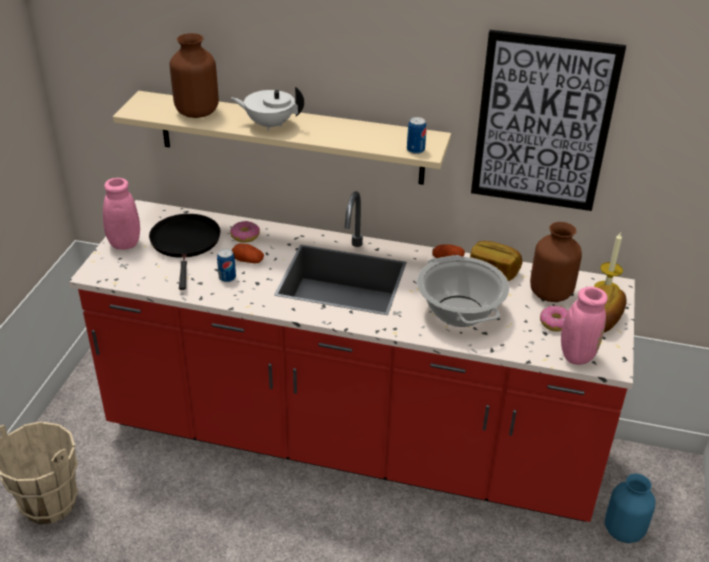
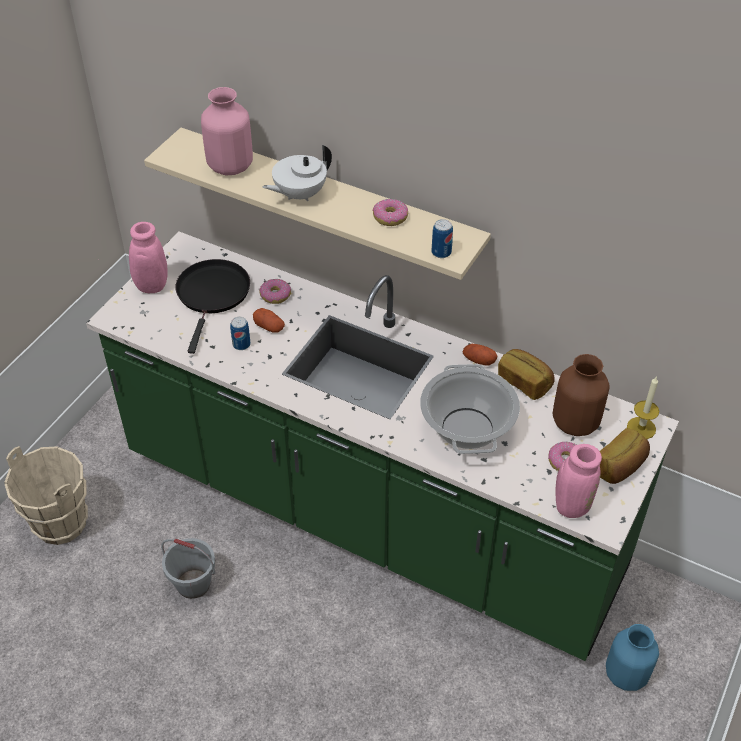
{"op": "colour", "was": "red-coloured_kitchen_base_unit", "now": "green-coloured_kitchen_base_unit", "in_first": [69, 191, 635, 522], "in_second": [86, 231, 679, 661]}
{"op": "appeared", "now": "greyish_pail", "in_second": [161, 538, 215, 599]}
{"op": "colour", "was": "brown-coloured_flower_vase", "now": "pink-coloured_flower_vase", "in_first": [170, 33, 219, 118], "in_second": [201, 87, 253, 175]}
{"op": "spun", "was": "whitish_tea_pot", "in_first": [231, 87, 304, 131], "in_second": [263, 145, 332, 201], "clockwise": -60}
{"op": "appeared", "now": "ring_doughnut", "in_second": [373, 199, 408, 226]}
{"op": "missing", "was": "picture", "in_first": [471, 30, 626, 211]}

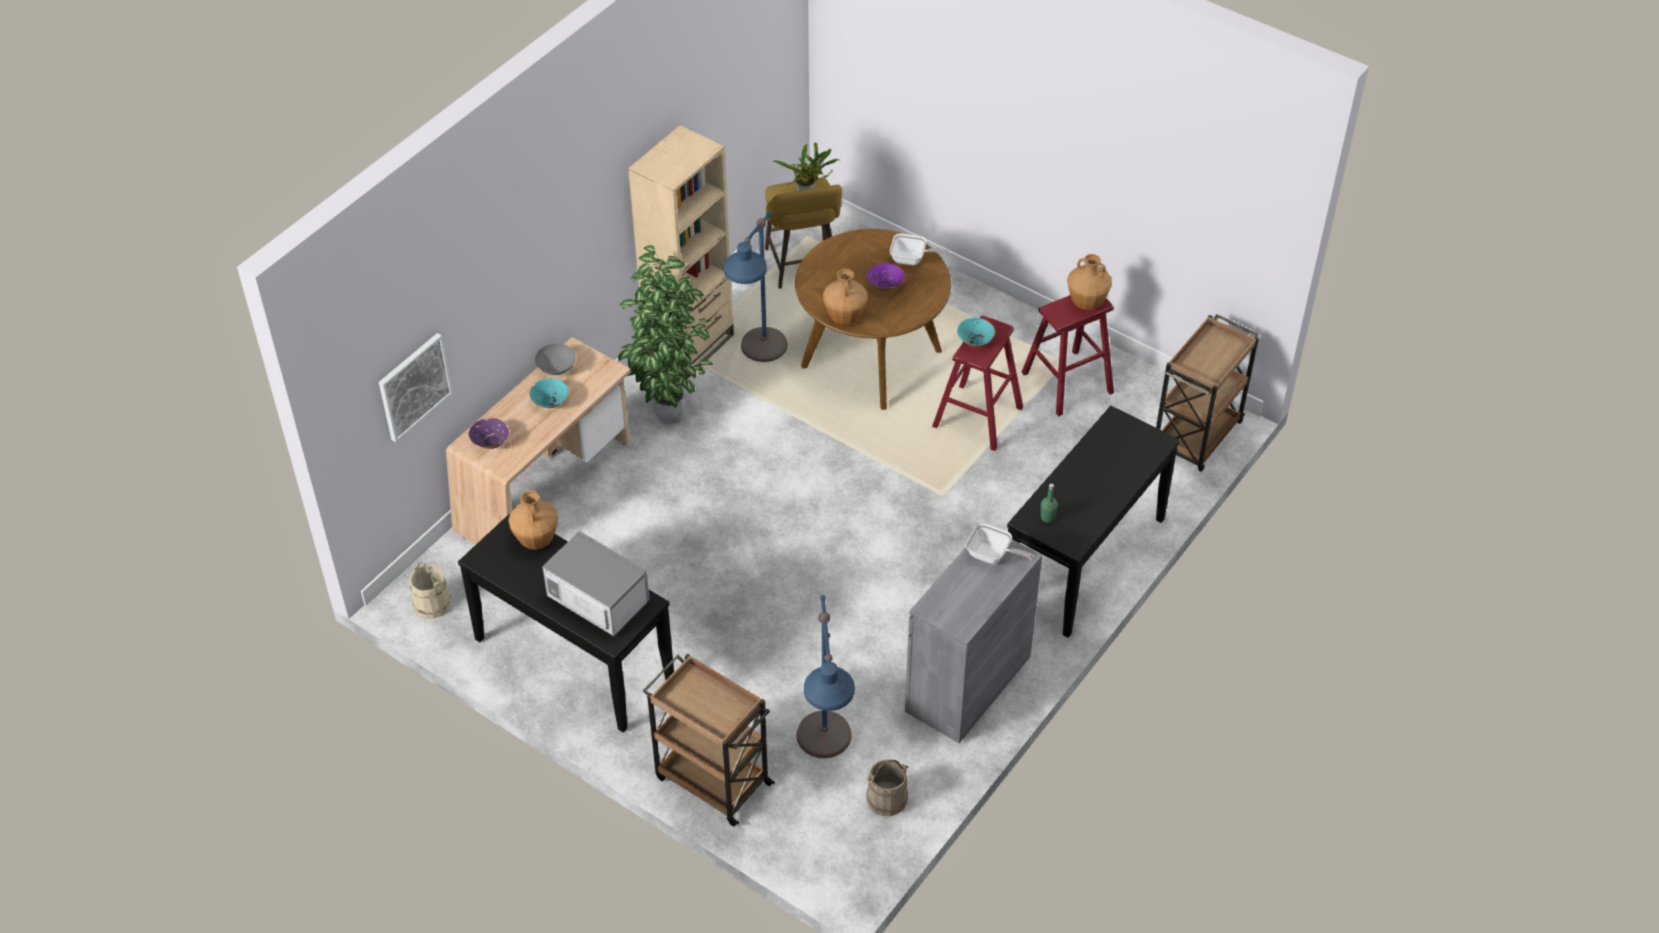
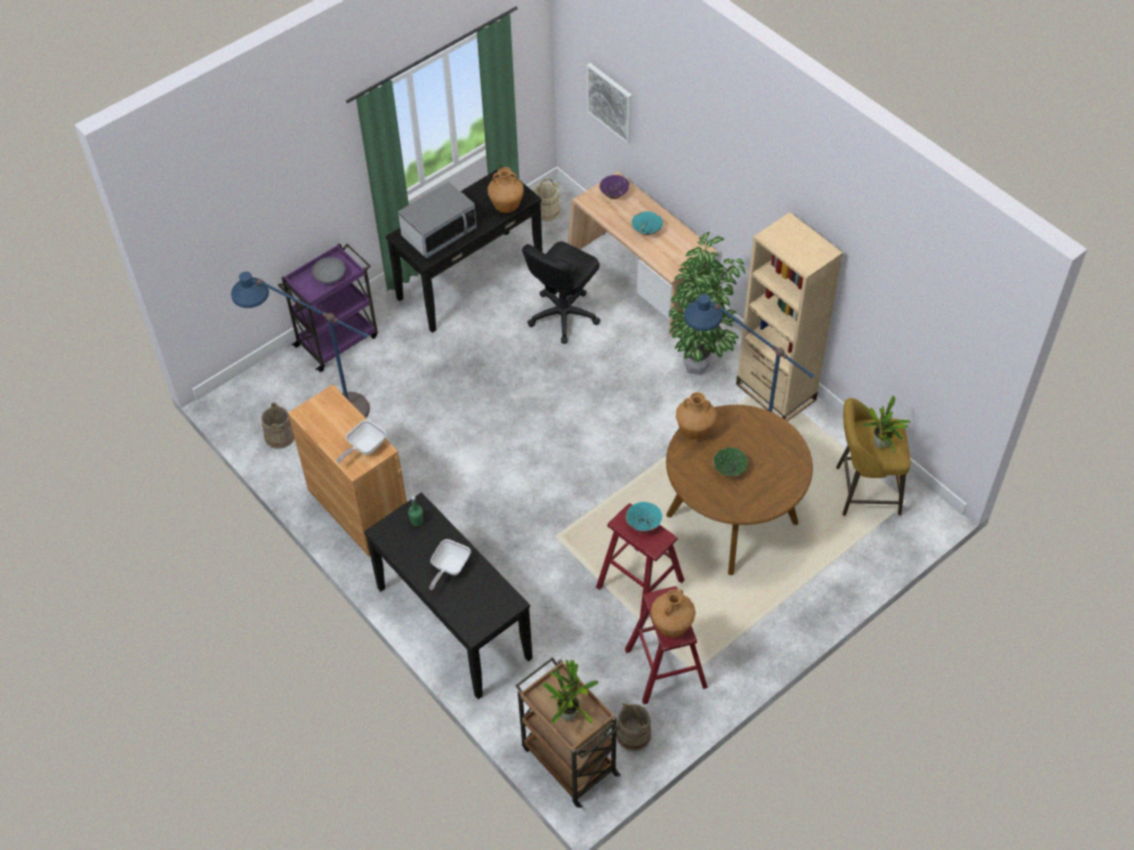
{"op": "colour", "was": "brown-coloured_trolley", "now": "purple-coloured_trolley", "in_first": [643, 653, 775, 826], "in_second": [278, 243, 378, 372]}
{"op": "colour", "was": "greyish_cabinet", "now": "brown-coloured_cabinet", "in_first": [905, 539, 1042, 743], "in_second": [288, 385, 407, 557]}
{"op": "relocated", "was": "greyish_bowl", "in_first": [535, 344, 576, 375], "in_second": [312, 257, 345, 284]}
{"op": "relocated", "was": "frying_pan", "in_first": [890, 233, 950, 265], "in_second": [429, 539, 471, 590]}
{"op": "appeared", "now": "blackish_computer_chair", "in_second": [522, 242, 600, 344]}
{"op": "appeared", "now": "plant_in_a_pot", "in_second": [543, 660, 598, 724]}
{"op": "appeared", "now": "sand-coloured_pail", "in_second": [616, 703, 652, 751]}
{"op": "colour", "was": "purple-coloured_bowl", "now": "green-coloured_bowl", "in_first": [867, 263, 905, 291], "in_second": [713, 447, 748, 476]}

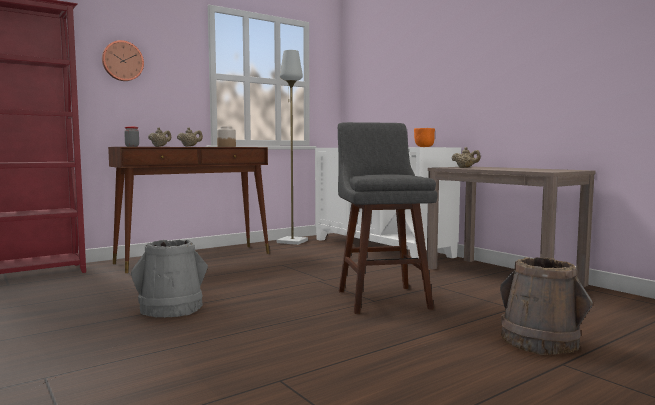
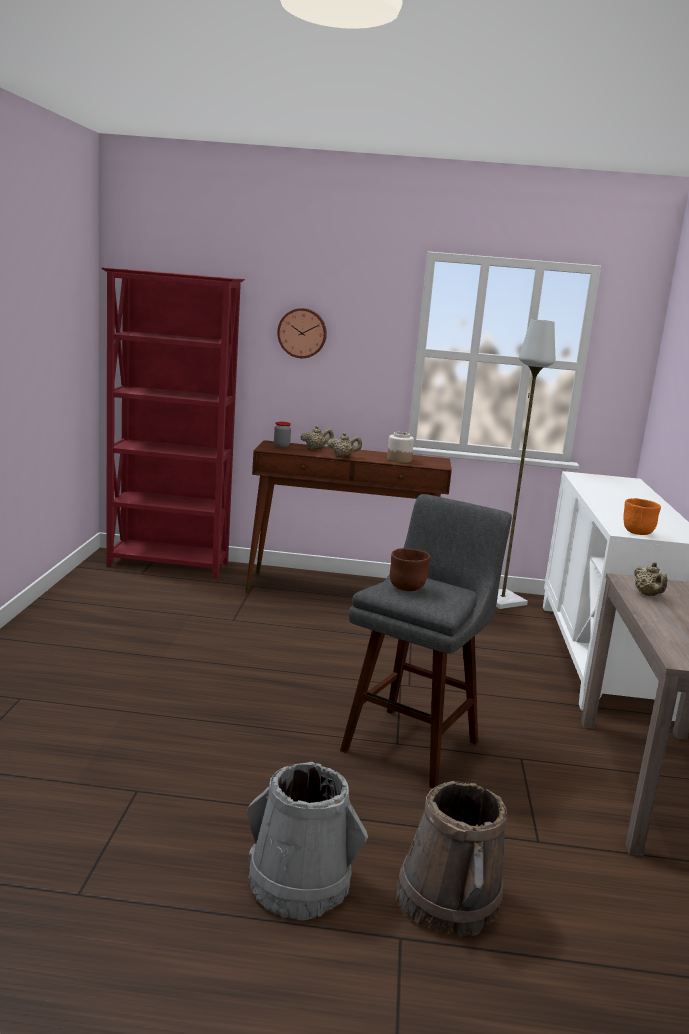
{"op": "relocated", "was": "greyish_pail", "in_first": [131, 240, 208, 318], "in_second": [247, 762, 368, 920]}
{"op": "appeared", "now": "brown-coloured_bowl", "in_second": [390, 548, 430, 591]}

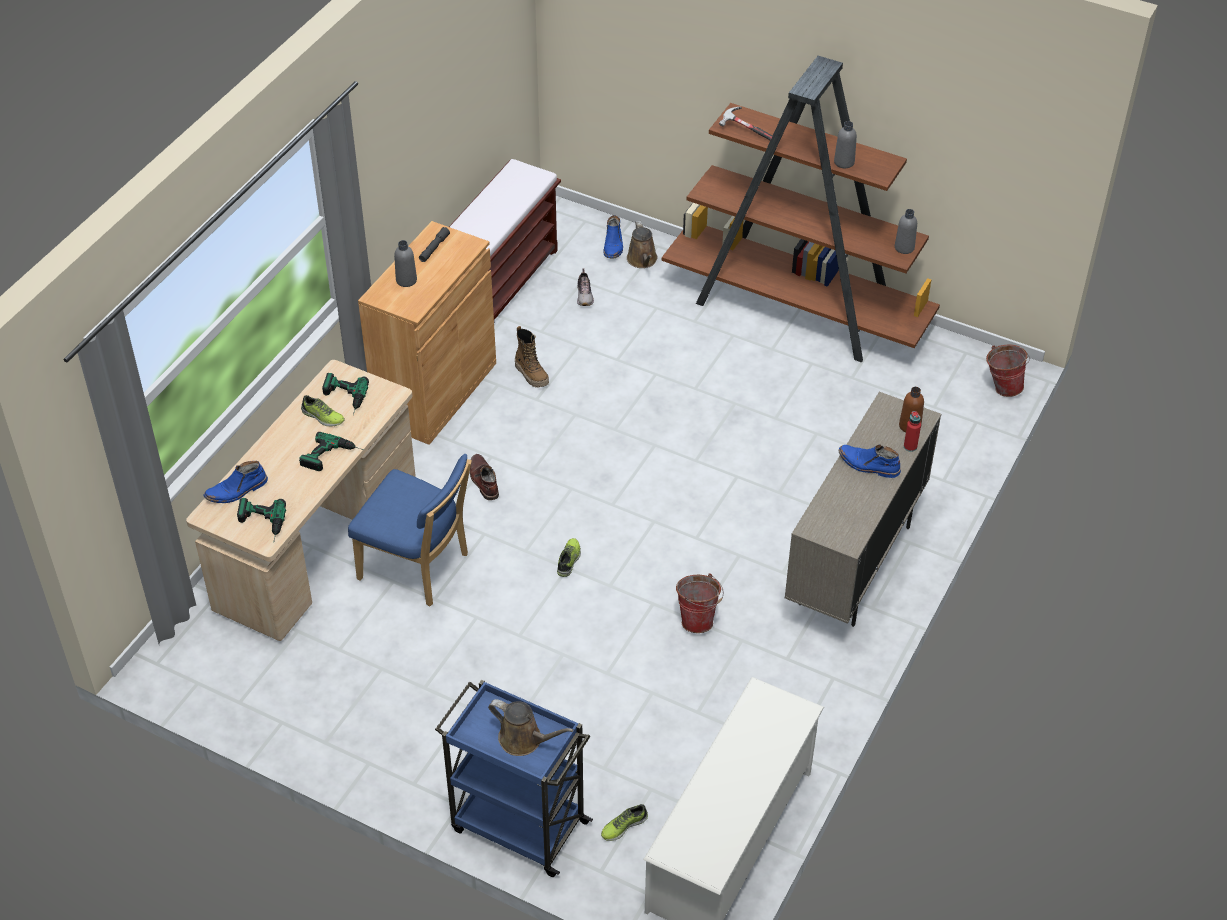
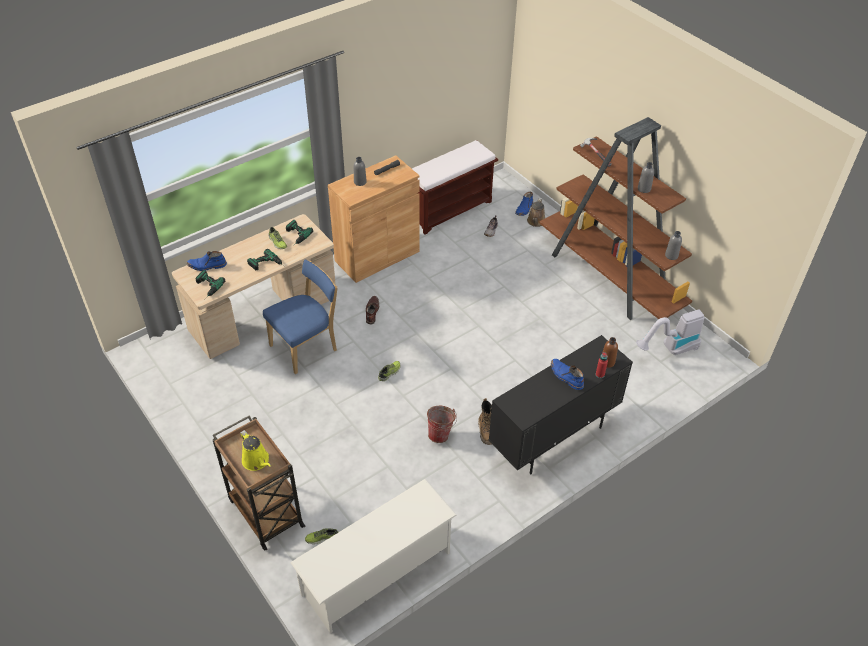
{"op": "colour", "was": "bluish_trolley", "now": "brown-coloured_trolley", "in_first": [435, 679, 593, 877], "in_second": [212, 415, 305, 551]}
{"op": "colour", "was": "brown-coloured_watering_pot", "now": "yellowish_watering_pot", "in_first": [488, 699, 574, 756], "in_second": [240, 430, 271, 471]}
{"op": "spun", "was": "bluish_upright_chair", "in_first": [348, 454, 472, 607], "in_second": [263, 260, 338, 374], "clockwise": -90}
{"op": "relocated", "was": "high-top_boot", "in_first": [515, 326, 549, 387], "in_second": [478, 398, 492, 445]}
{"op": "colour", "was": "sand-coloured_cabinet", "now": "blackish_cabinet", "in_first": [785, 392, 941, 627], "in_second": [489, 335, 633, 475]}
{"op": "appeared", "now": "vacuum_cleaner", "in_second": [636, 309, 704, 355]}
{"op": "missing", "was": "pail", "in_first": [986, 344, 1030, 397]}

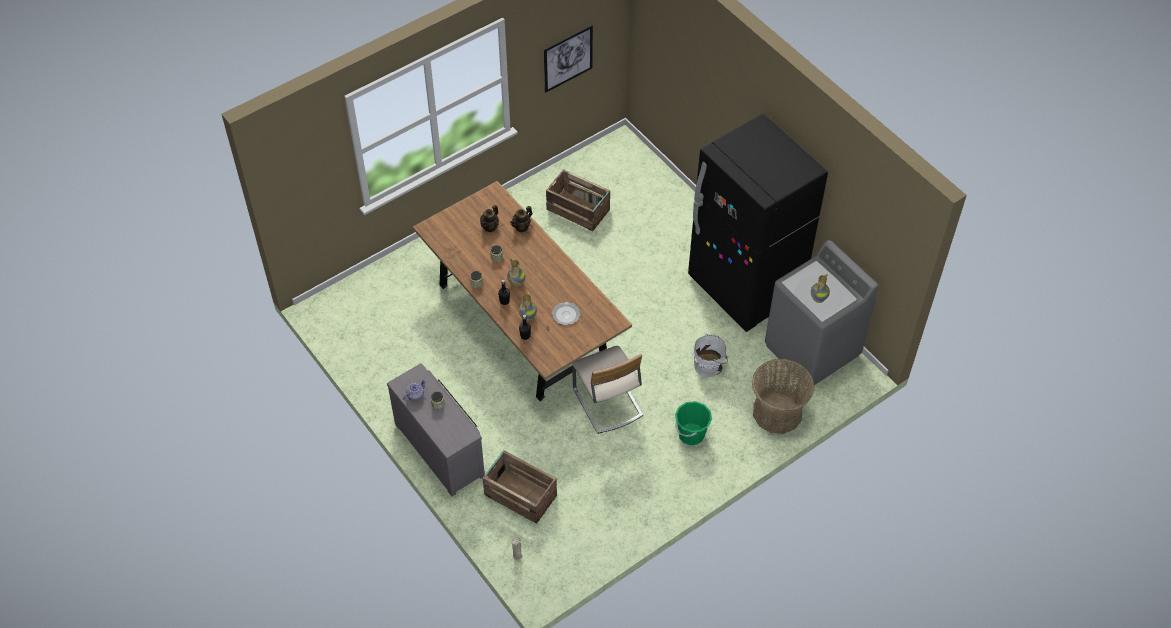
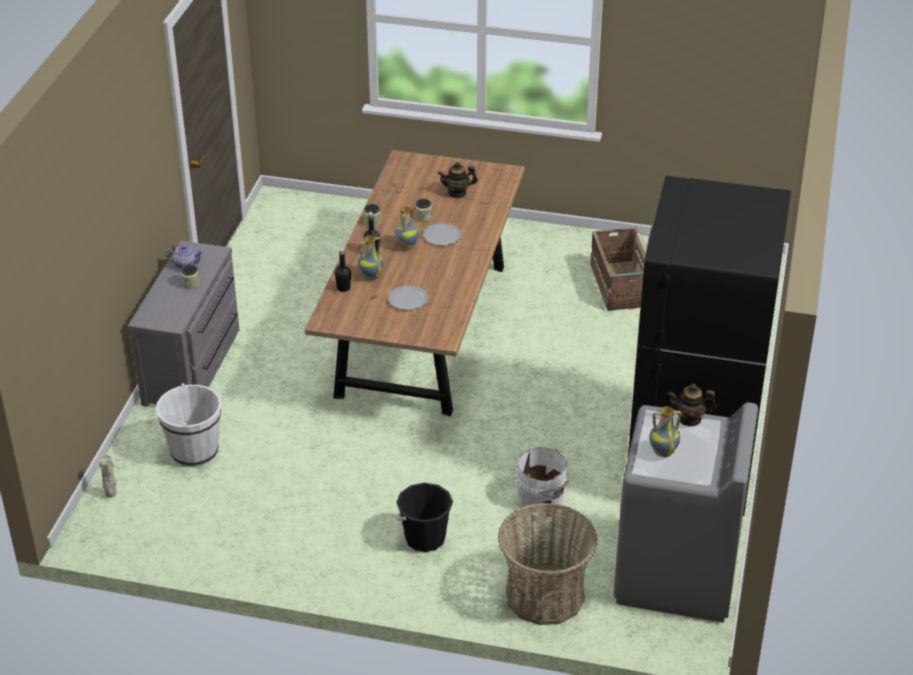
{"op": "exchanged", "was": "shipping_crate", "now": "whitish_pail", "in_first": [483, 450, 557, 524], "in_second": [156, 383, 221, 467]}
{"op": "colour", "was": "green-coloured_pail", "now": "blackish_pail", "in_first": [675, 401, 712, 445], "in_second": [396, 483, 453, 552]}
{"op": "appeared", "now": "plate", "in_second": [423, 223, 461, 245]}
{"op": "relocated", "was": "tea_pot", "in_first": [510, 206, 533, 232], "in_second": [668, 384, 717, 426]}
{"op": "missing", "was": "picture", "in_first": [544, 25, 593, 93]}
{"op": "missing", "was": "sand-coloured_upright_chair", "in_first": [572, 346, 643, 434]}

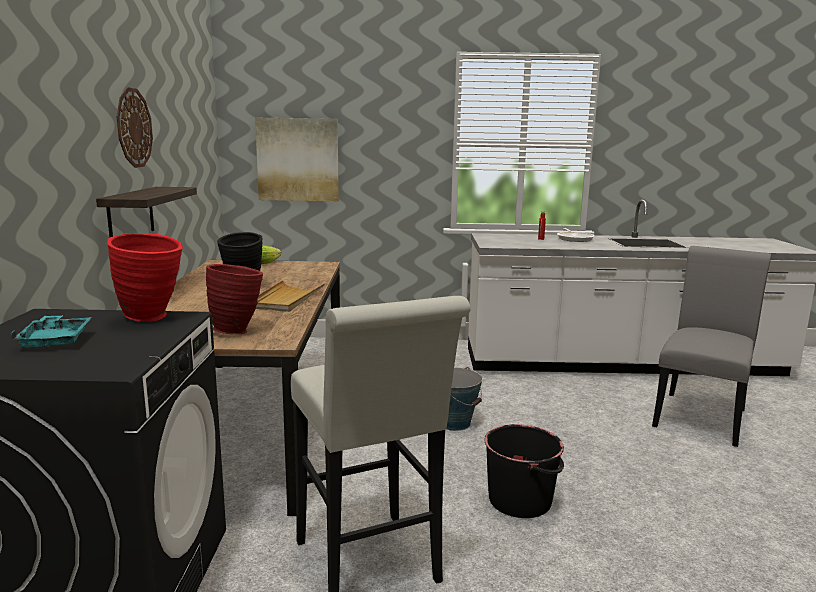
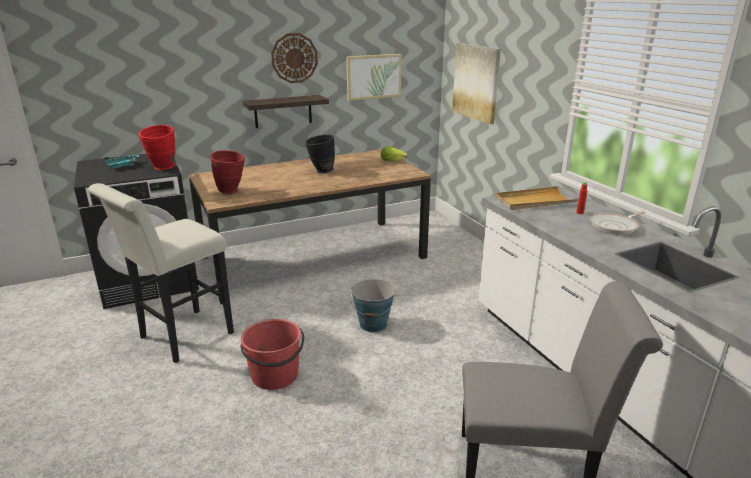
{"op": "colour", "was": "blackish_pail", "now": "red-coloured_pail", "in_first": [484, 424, 564, 518], "in_second": [240, 319, 304, 390]}
{"op": "appeared", "now": "picture", "in_second": [346, 54, 402, 101]}
{"op": "relocated", "was": "sand-coloured_carrying_tray", "in_first": [256, 280, 325, 312], "in_second": [496, 186, 578, 210]}

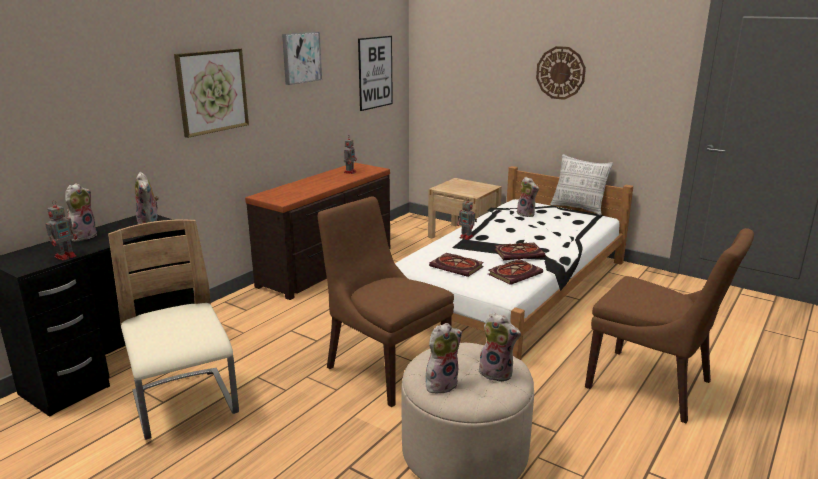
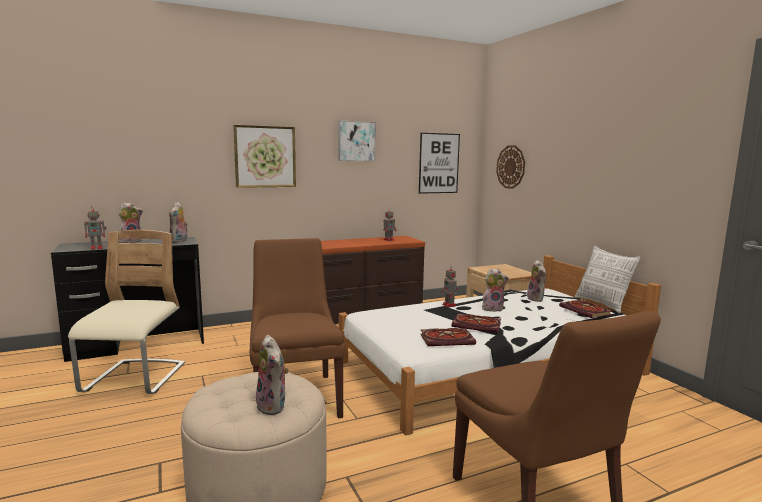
{"op": "relocated", "was": "cuddly_toy", "in_first": [426, 323, 462, 394], "in_second": [482, 268, 509, 312]}
{"op": "relocated", "was": "clock_on_the_wall", "in_first": [536, 46, 586, 100], "in_second": [496, 145, 525, 189]}
{"op": "relocated", "was": "volume", "in_first": [429, 253, 484, 277], "in_second": [559, 300, 612, 318]}

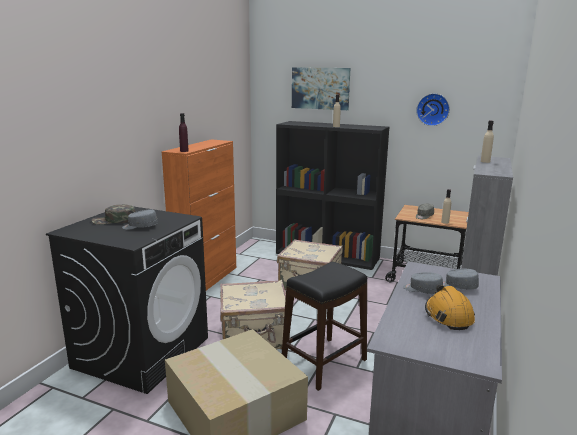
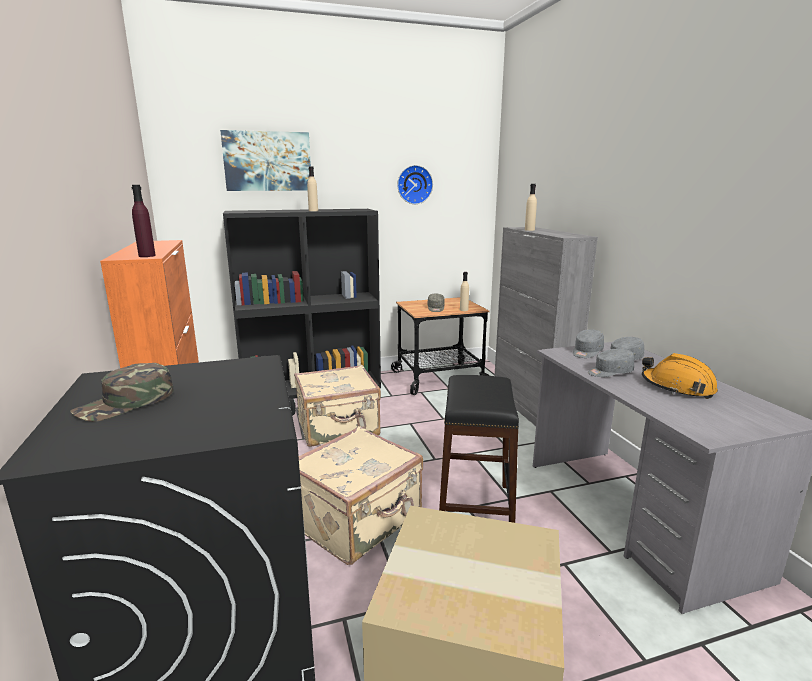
{"op": "relocated", "was": "greyish_baseball_cap", "in_first": [122, 209, 158, 230], "in_second": [573, 329, 604, 358]}

